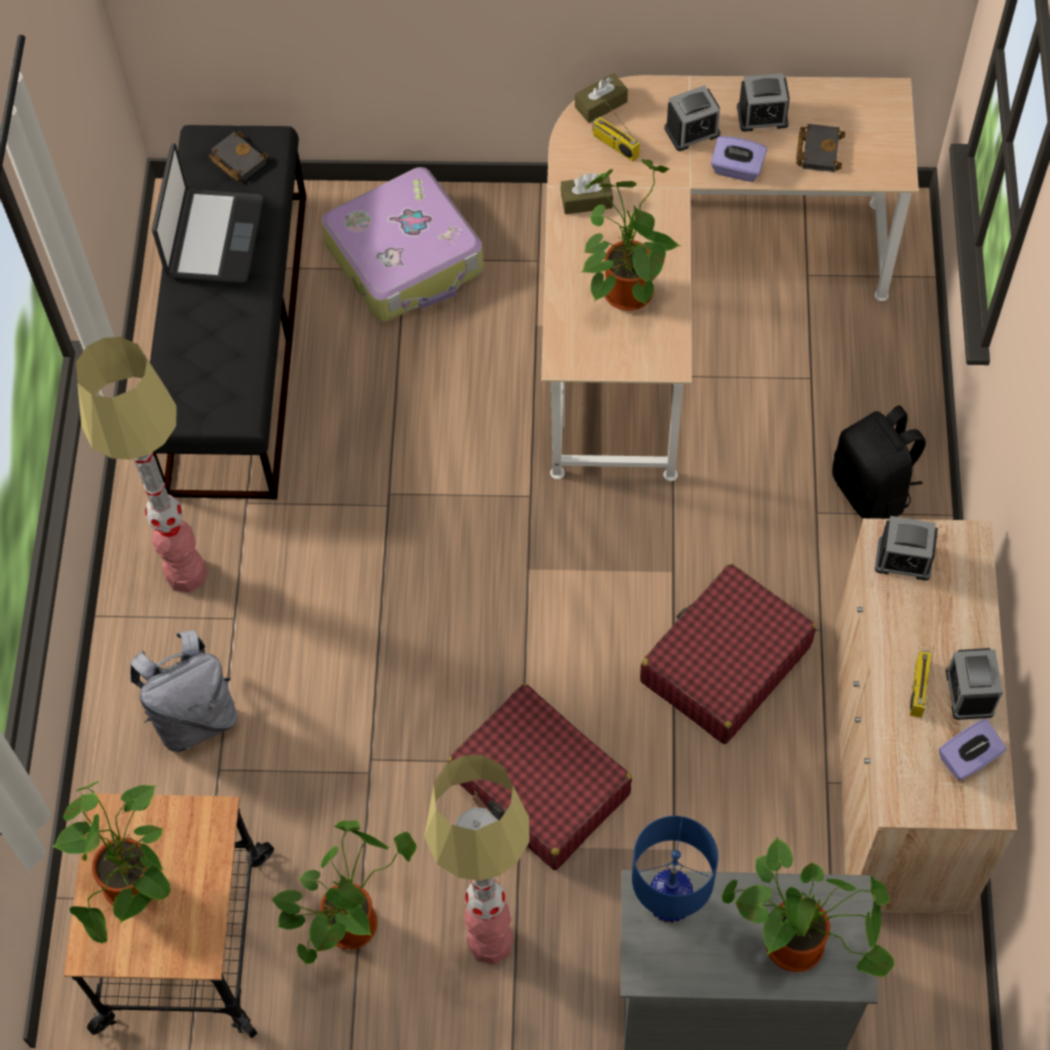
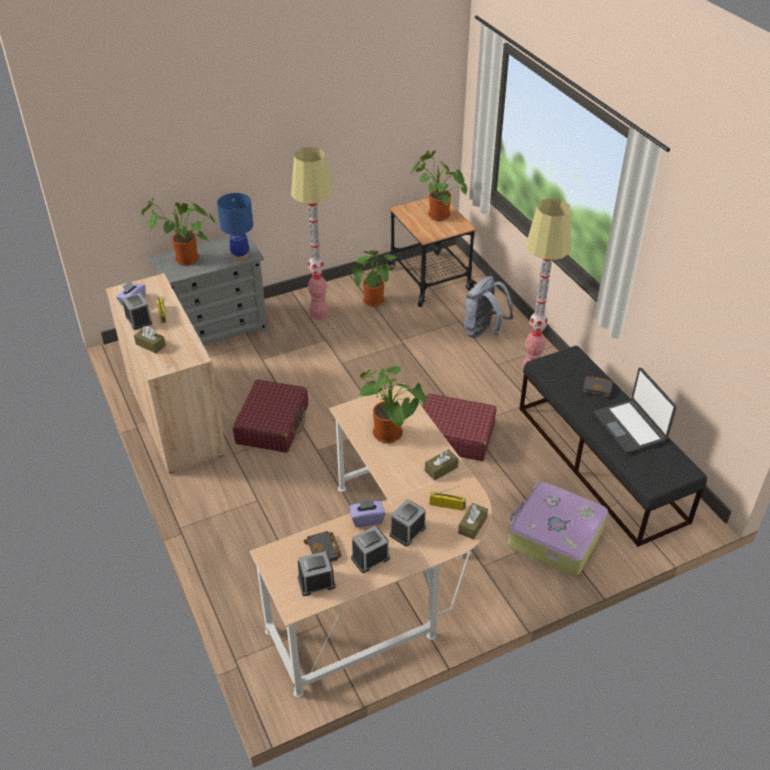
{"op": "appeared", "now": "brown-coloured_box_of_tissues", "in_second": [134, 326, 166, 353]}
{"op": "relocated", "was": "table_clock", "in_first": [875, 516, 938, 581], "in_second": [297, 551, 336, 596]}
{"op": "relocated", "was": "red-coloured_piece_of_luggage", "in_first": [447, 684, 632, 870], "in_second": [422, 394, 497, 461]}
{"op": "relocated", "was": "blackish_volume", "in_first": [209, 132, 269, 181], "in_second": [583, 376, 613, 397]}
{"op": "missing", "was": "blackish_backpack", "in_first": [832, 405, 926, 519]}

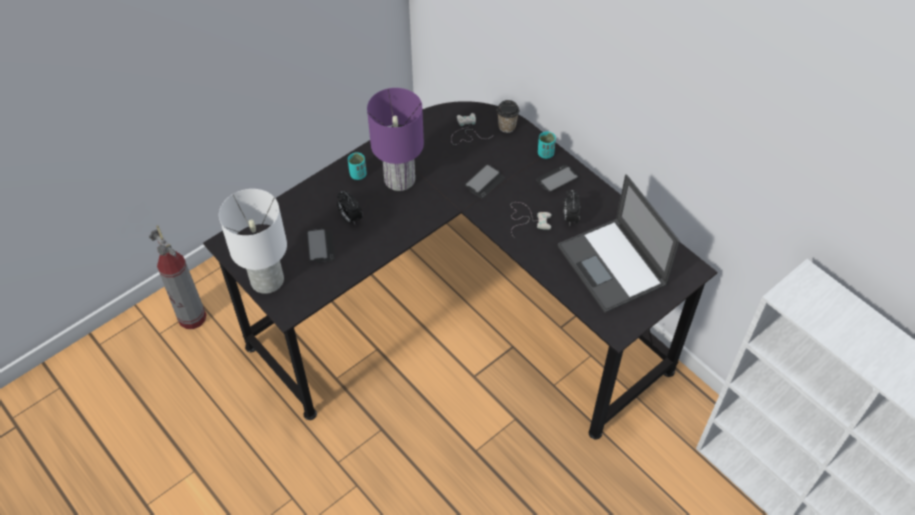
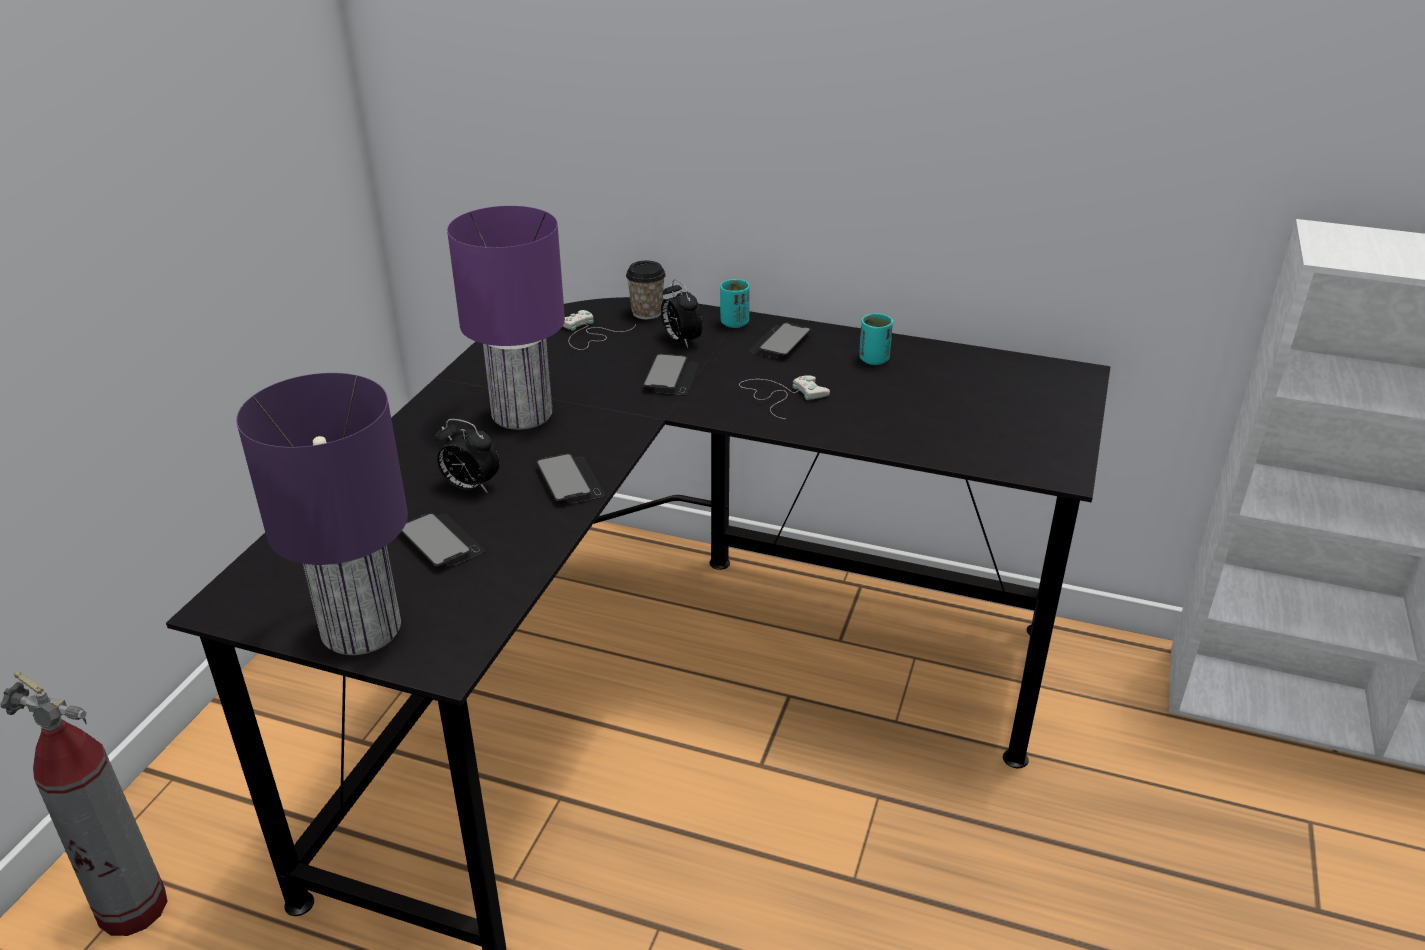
{"op": "colour", "was": "whitish_lamp_for_a_table", "now": "purple-coloured_lamp_for_a_table", "in_first": [219, 189, 287, 294], "in_second": [236, 373, 408, 655]}
{"op": "appeared", "now": "phone", "in_second": [536, 453, 606, 504]}
{"op": "relocated", "was": "table_clock", "in_first": [564, 190, 580, 225], "in_second": [661, 279, 703, 348]}
{"op": "relocated", "was": "turquoise_drinking_cup", "in_first": [348, 152, 367, 180], "in_second": [859, 313, 893, 365]}
{"op": "missing", "was": "portable_computer", "in_first": [558, 174, 680, 313]}

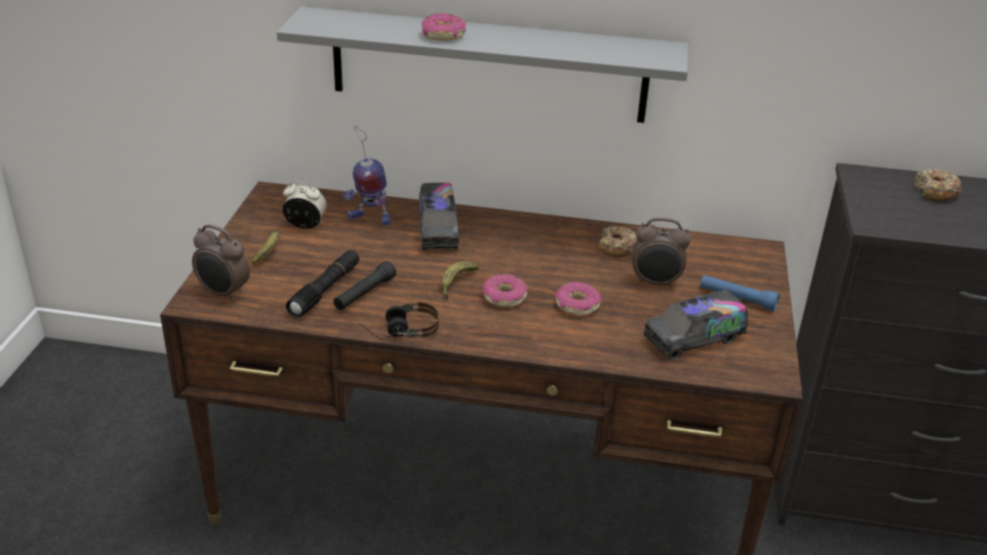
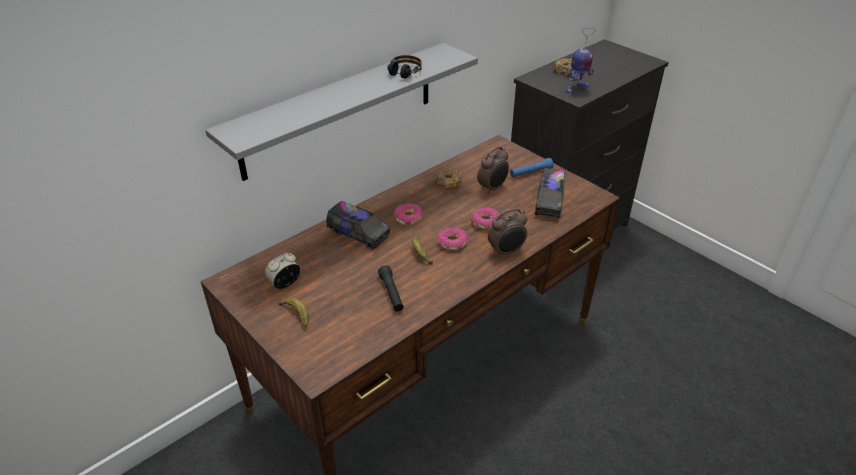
{"op": "relocated", "was": "pair_of_headphones", "in_first": [358, 302, 439, 340], "in_second": [387, 55, 422, 79]}
{"op": "relocated", "was": "ring_doughnut", "in_first": [421, 13, 466, 41], "in_second": [394, 203, 424, 226]}
{"op": "relocated", "was": "table_clock", "in_first": [192, 224, 250, 302], "in_second": [488, 208, 527, 258]}
{"op": "relocated", "was": "robot_figure", "in_first": [343, 126, 390, 225], "in_second": [567, 28, 595, 94]}
{"op": "missing", "was": "blackish_hand_torch", "in_first": [286, 250, 359, 318]}

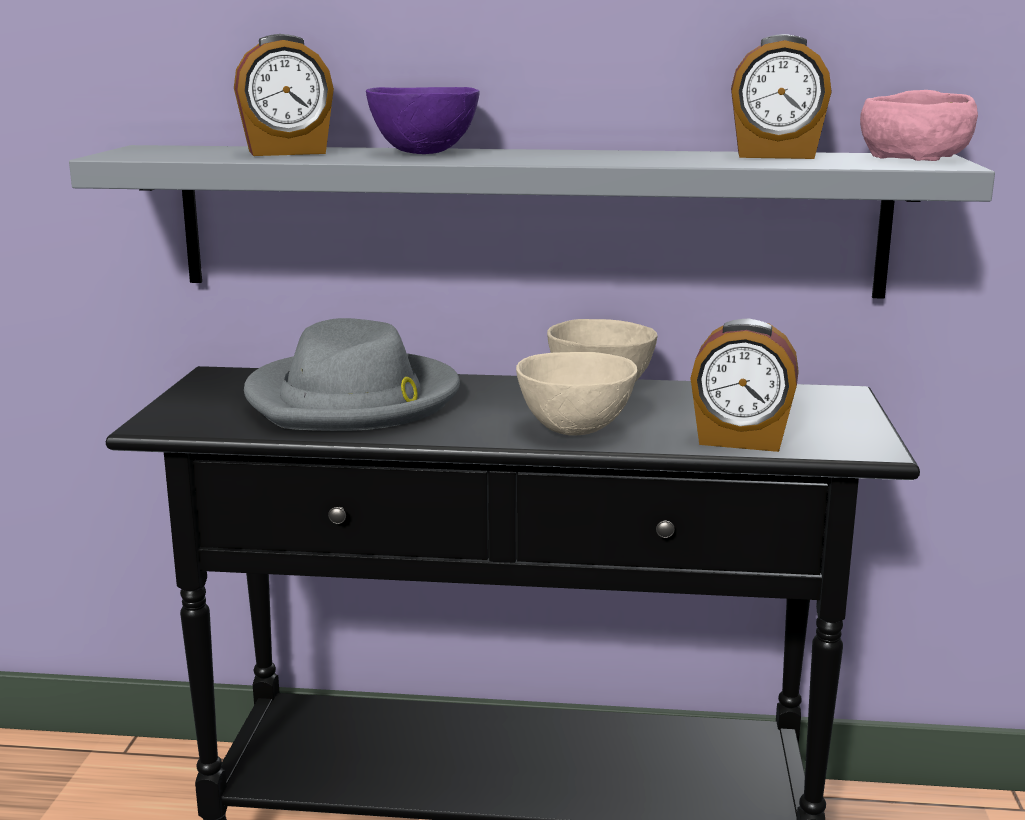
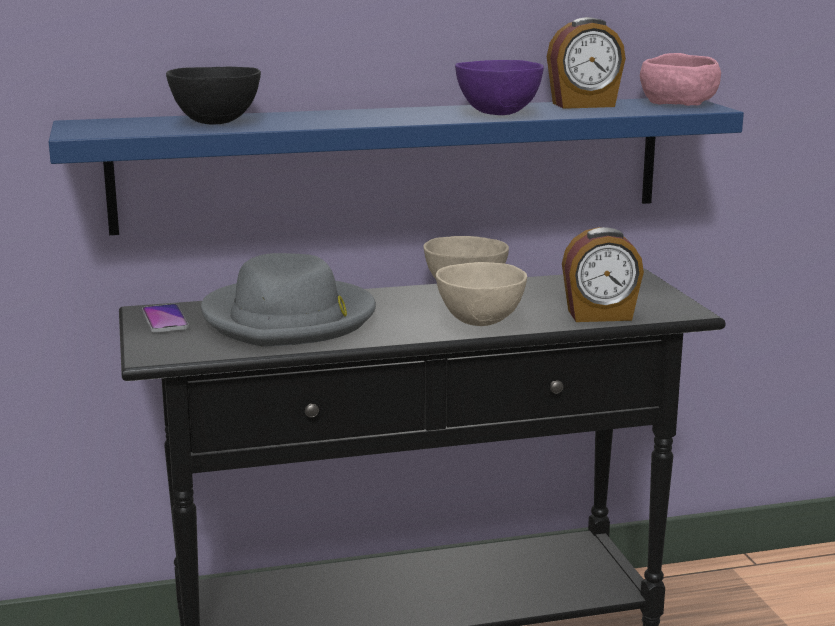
{"op": "colour", "was": "greyish_bracket_shelf", "now": "bluish_bracket_shelf", "in_first": [69, 145, 995, 299], "in_second": [49, 98, 744, 235]}
{"op": "appeared", "now": "phone", "in_second": [142, 304, 189, 333]}
{"op": "exchanged", "was": "table_clock", "now": "blackish_bowl", "in_first": [234, 34, 334, 156], "in_second": [166, 67, 261, 124]}
{"op": "relocated", "was": "purple-coloured_bowl", "in_first": [366, 87, 480, 154], "in_second": [455, 60, 544, 115]}

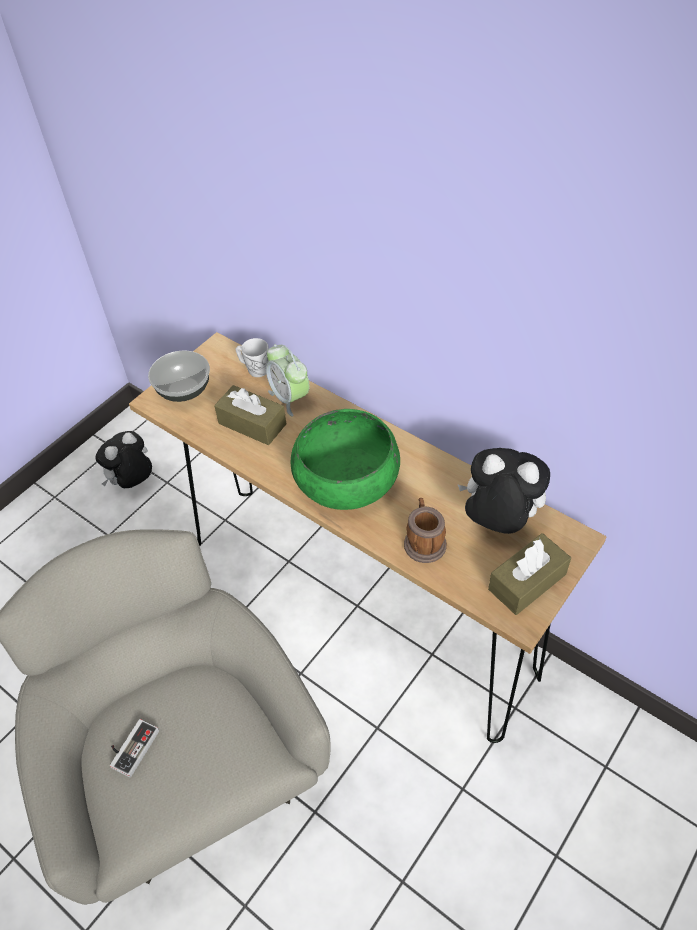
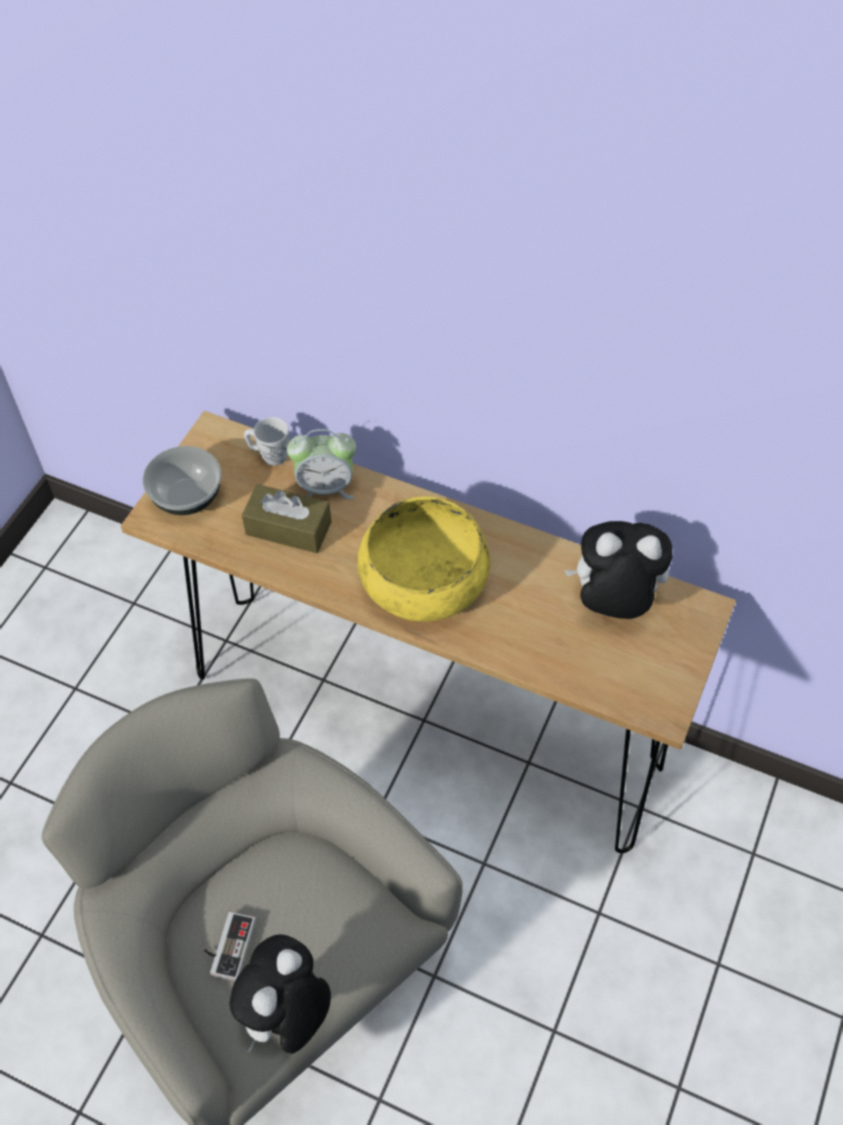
{"op": "relocated", "was": "cuddly_toy", "in_first": [96, 431, 152, 488], "in_second": [230, 934, 331, 1054]}
{"op": "spun", "was": "table_clock", "in_first": [266, 344, 310, 417], "in_second": [287, 429, 356, 499], "clockwise": -45}
{"op": "colour", "was": "green-coloured_bowl", "now": "yellowish_bowl", "in_first": [290, 409, 400, 510], "in_second": [358, 497, 490, 622]}
{"op": "missing", "was": "tea_mug", "in_first": [404, 498, 447, 563]}
{"op": "missing", "was": "brown-coloured_box_of_tissues", "in_first": [488, 533, 571, 615]}

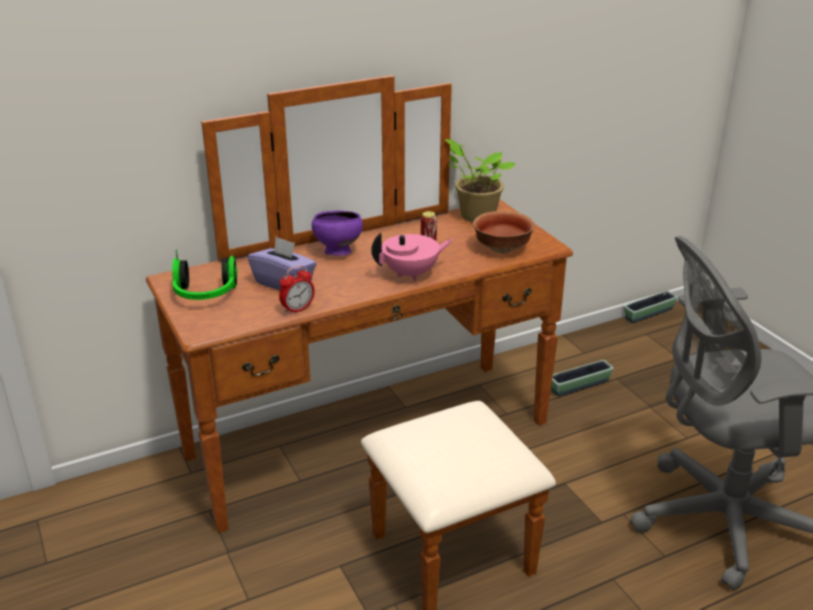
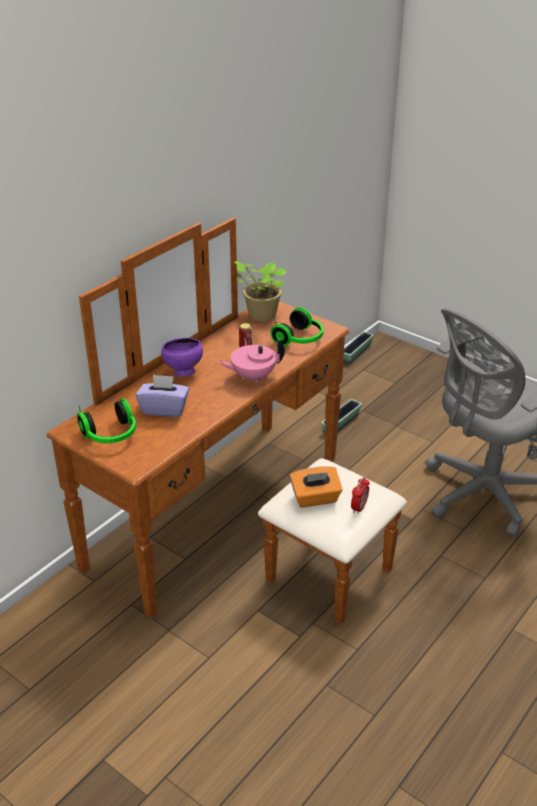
{"op": "spun", "was": "pink-coloured_tea_pot", "in_first": [371, 233, 453, 281], "in_second": [218, 339, 285, 383], "clockwise": -150}
{"op": "exchanged", "was": "bowl", "now": "pair_of_headphones", "in_first": [473, 211, 535, 253], "in_second": [270, 307, 324, 346]}
{"op": "appeared", "now": "orange_box_of_tissues", "in_second": [290, 466, 343, 507]}
{"op": "relocated", "was": "table_clock", "in_first": [279, 265, 315, 315], "in_second": [351, 476, 370, 515]}

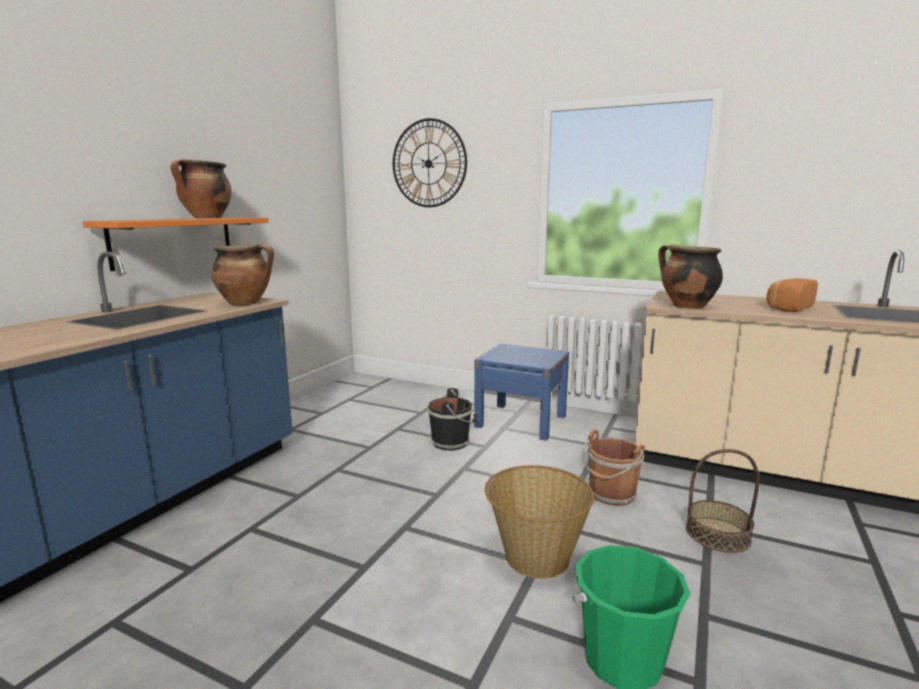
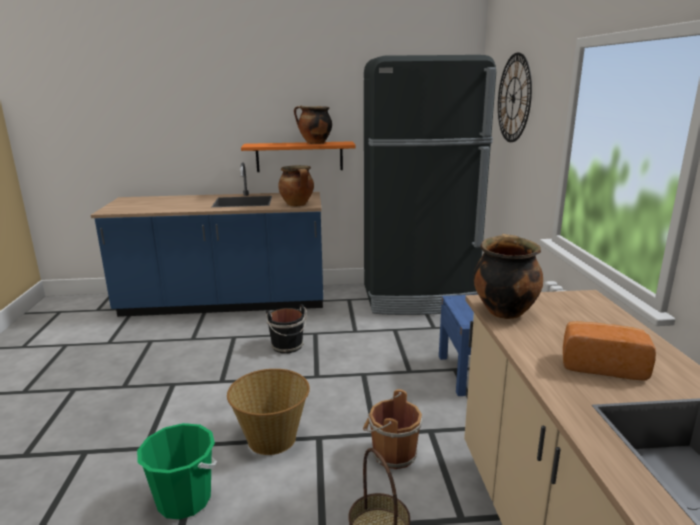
{"op": "relocated", "was": "blackish_pail", "in_first": [428, 388, 477, 451], "in_second": [266, 304, 307, 353]}
{"op": "appeared", "now": "blackish_fridge", "in_second": [364, 55, 496, 315]}

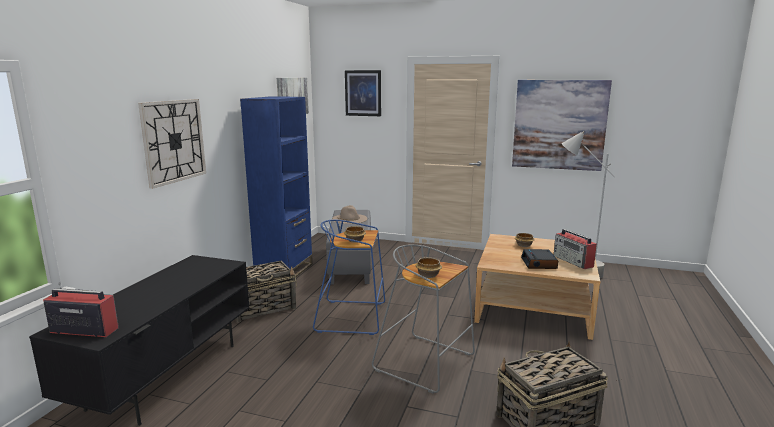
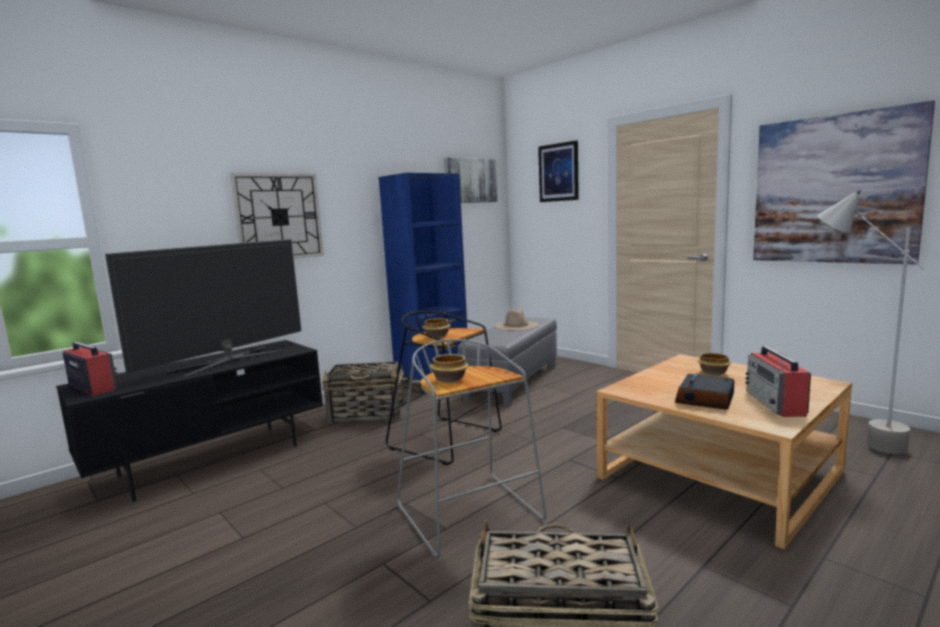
{"op": "appeared", "now": "TV_set", "in_second": [105, 239, 301, 377]}
{"op": "colour", "was": "bluish_stool", "now": "blackish_stool", "in_first": [313, 220, 385, 335], "in_second": [386, 311, 502, 465]}

